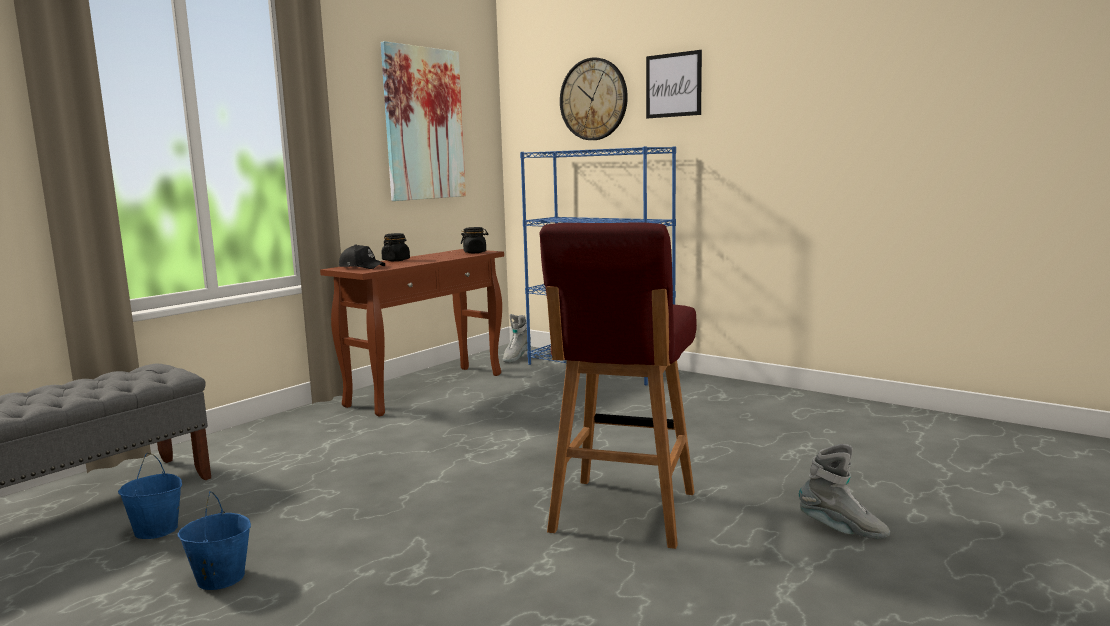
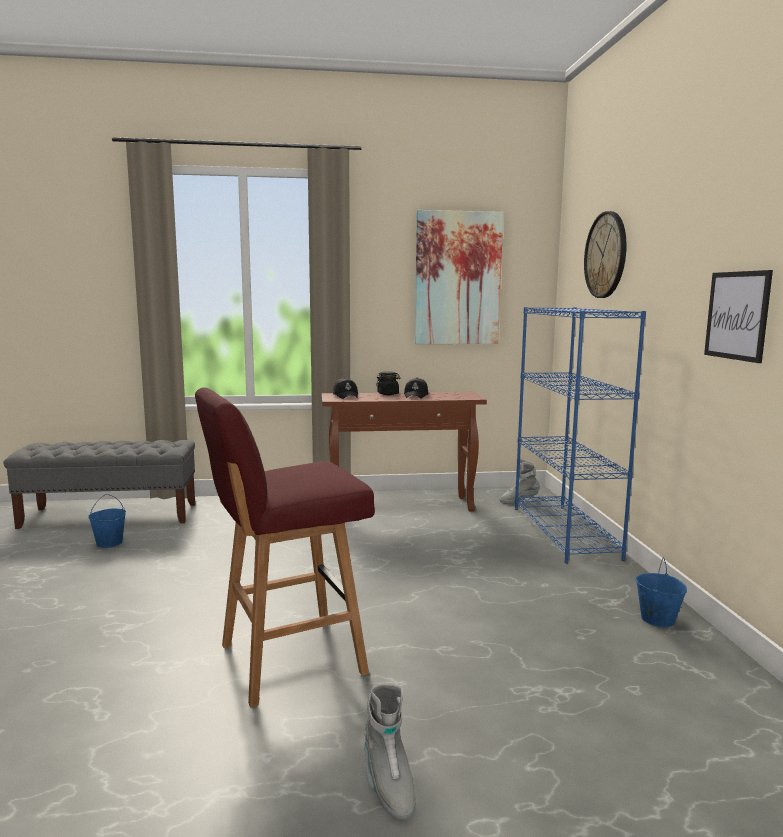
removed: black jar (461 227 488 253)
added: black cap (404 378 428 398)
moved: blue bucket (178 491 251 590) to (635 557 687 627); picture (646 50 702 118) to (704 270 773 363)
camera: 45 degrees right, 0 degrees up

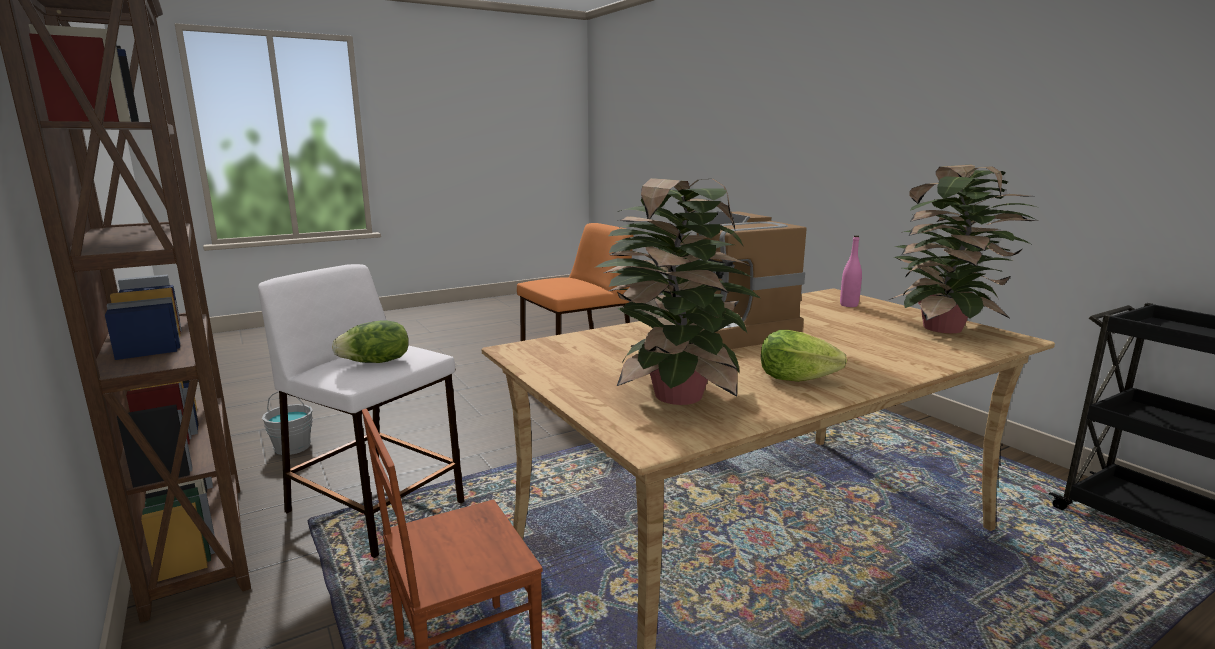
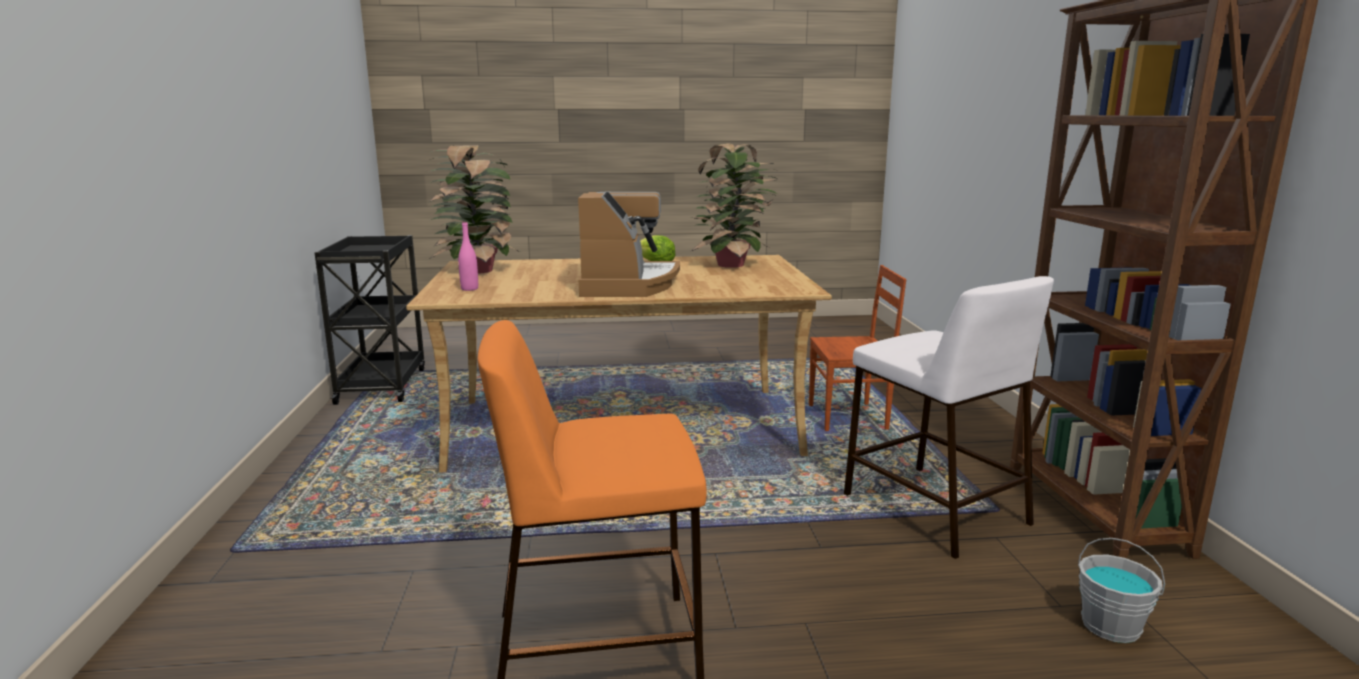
removed: lettuce (332 320 409 363)
camera: 155 degrees left, 0 degrees up

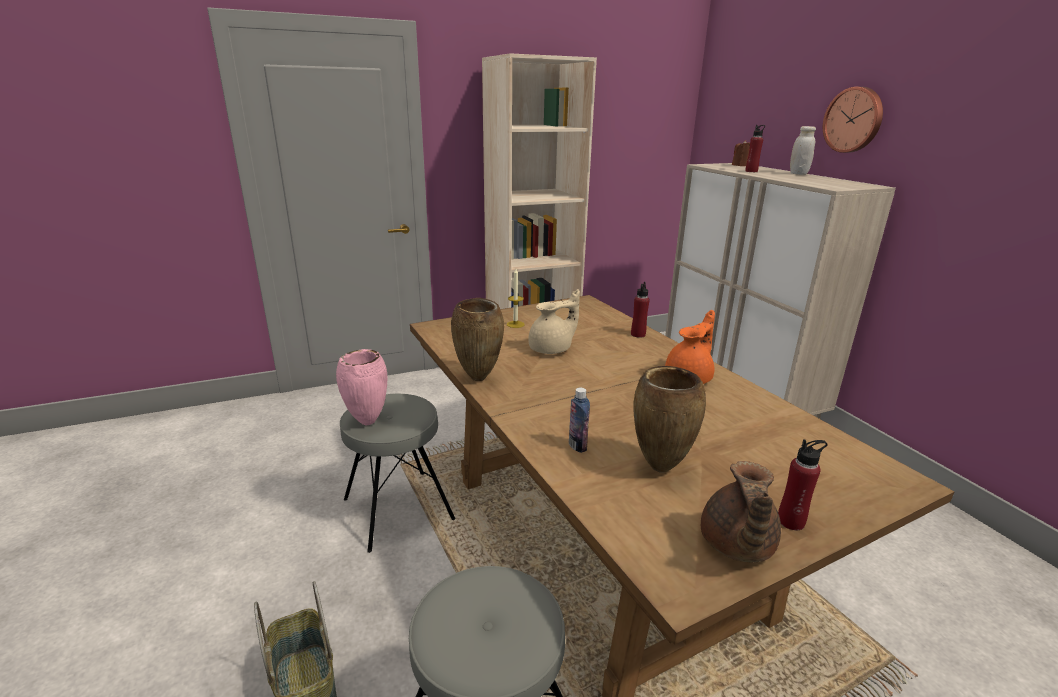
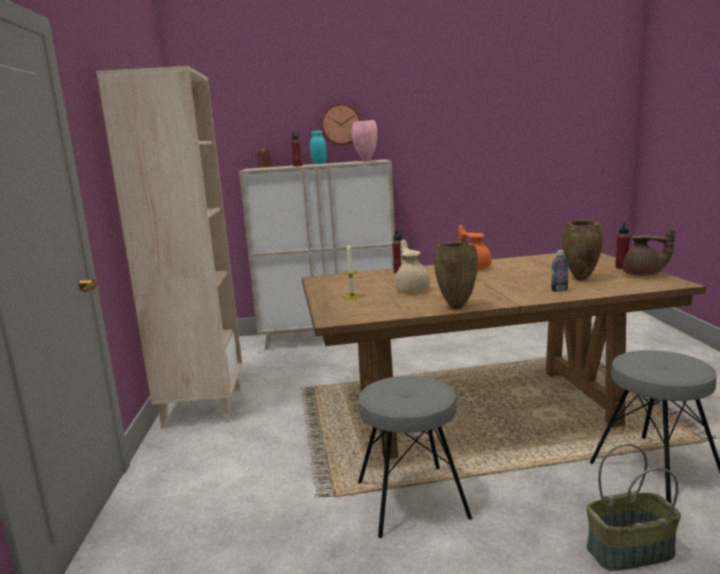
moved: pink vase (336 349 387 425) to (351 120 377 162)
recoloured: white jar (790 126 816 175) to turquoise jar (310 131 327 164)
camera: 70 degrees left, 10 degrees down

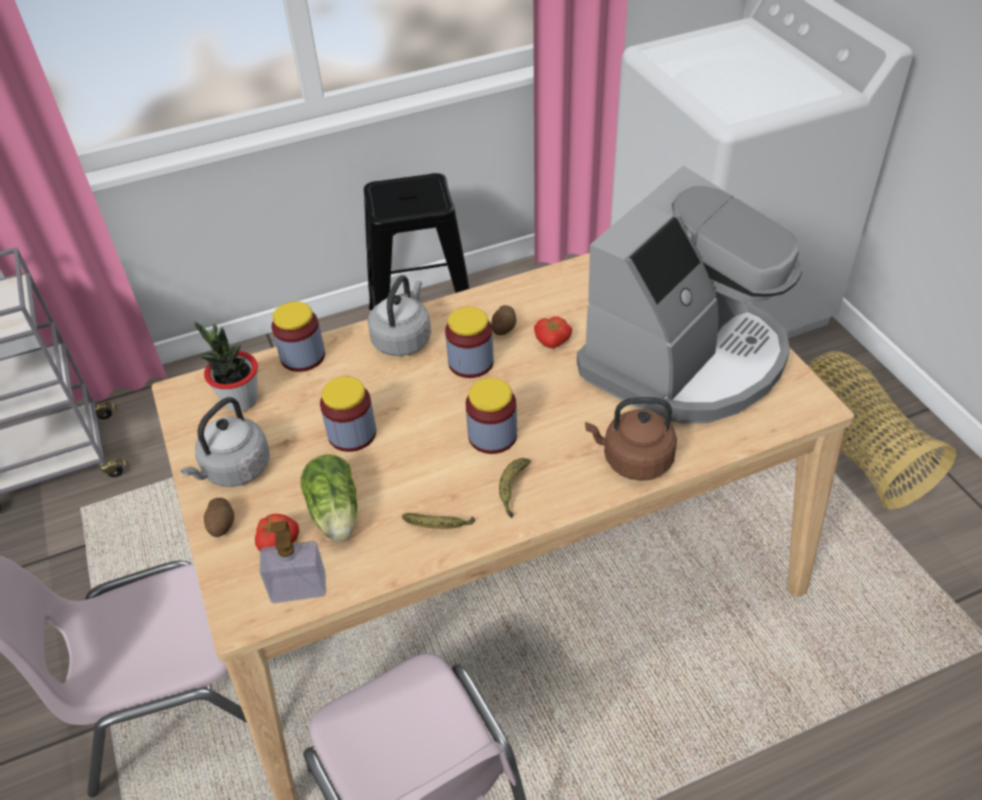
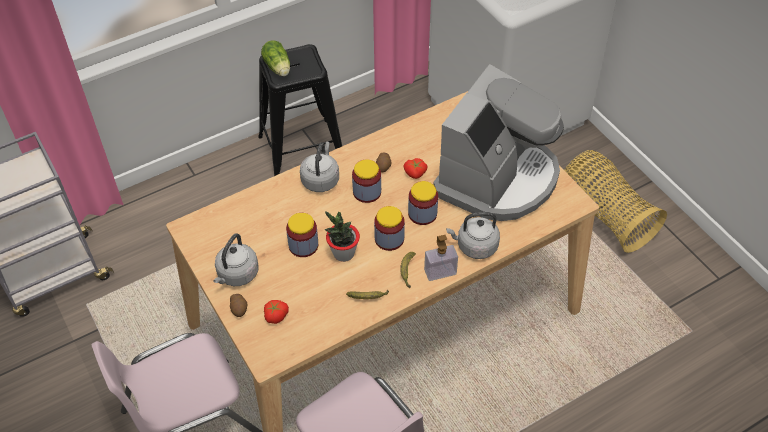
moved: potted plant (194 321 258 412) to (325 211 360 262); soap dispenser (260 521 326 603) to (424 235 458 281); jar (271 301 325 372) to (408 181 438 225); lettuce (301 454 357 541) to (261 40 290 76)
recoloured: brown kettle (585 397 677 481) to grey kettle (446 212 500 259)
camera: 10 degrees left, 5 degrees up

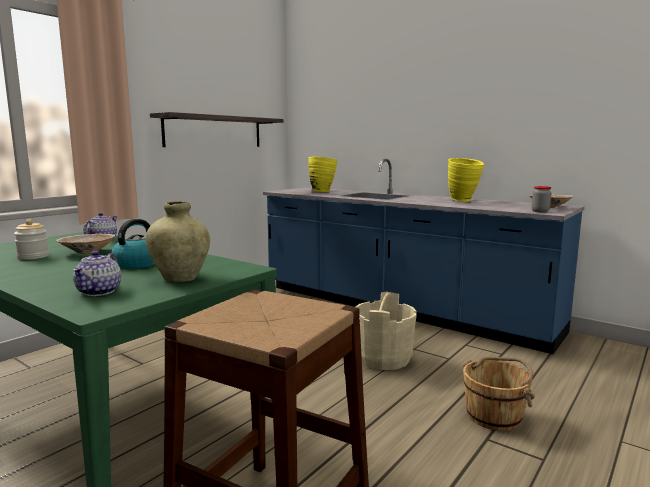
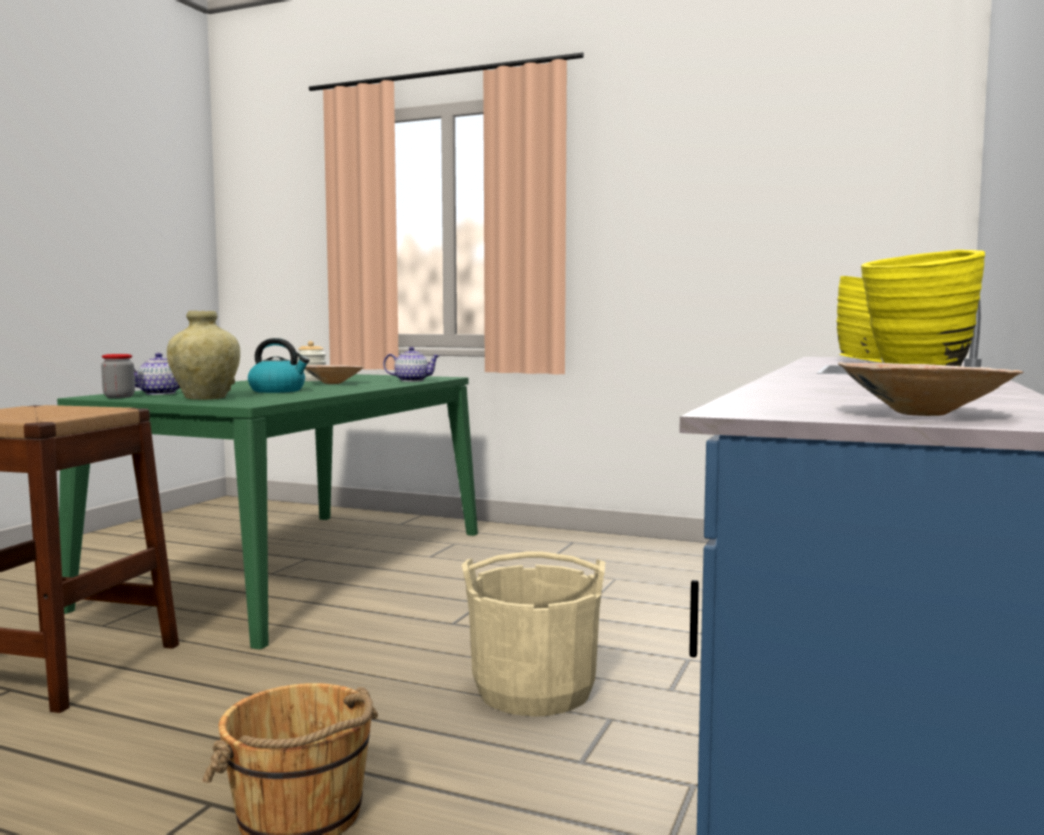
removed: shelf (150 112 283 147)
moved: jar (532 186 552 212) to (101 354 135 398)
camera: 75 degrees right, 5 degrees down

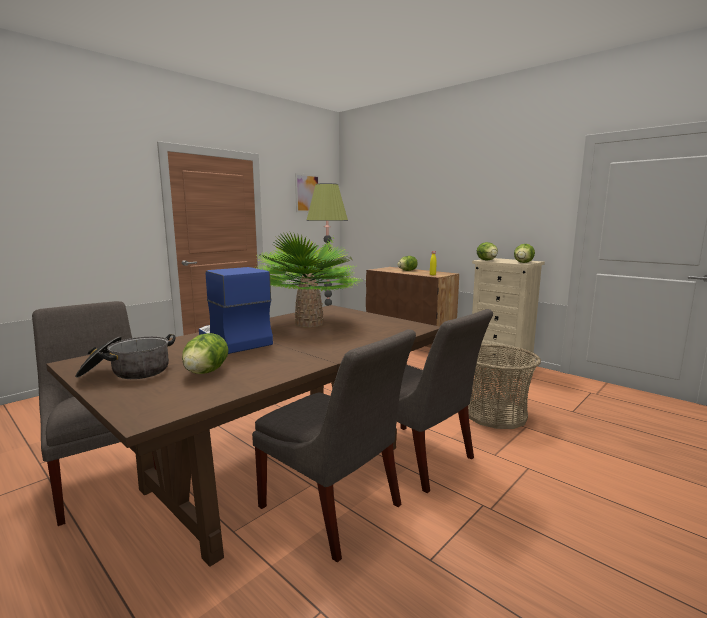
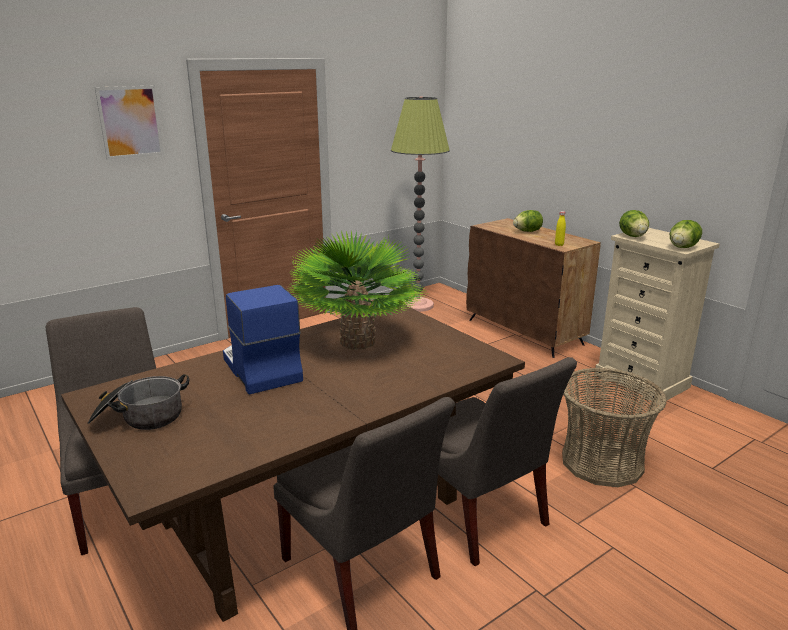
removed: lettuce (182 333 228 374)
moved: picture (295 173 319 212) to (95 86 164 160)
camera: 10 degrees right, 10 degrees up

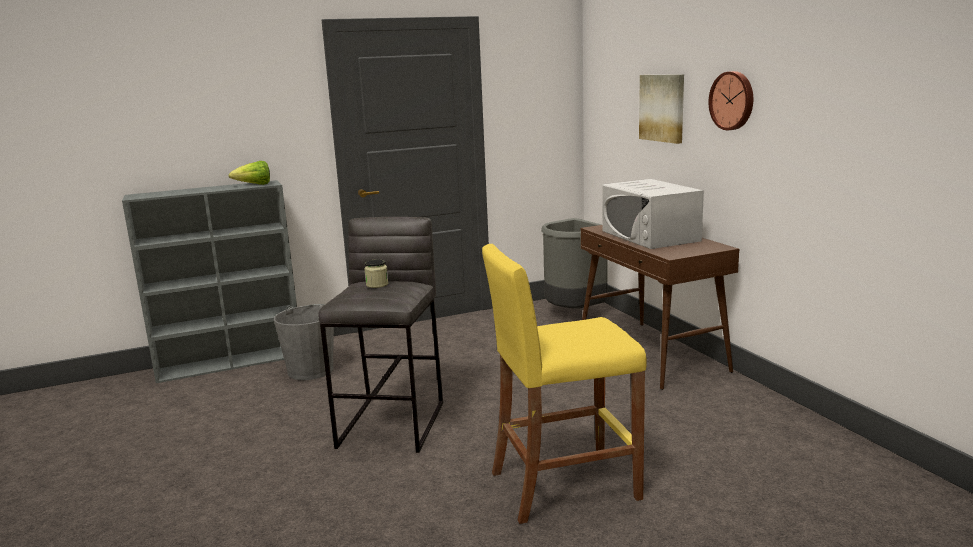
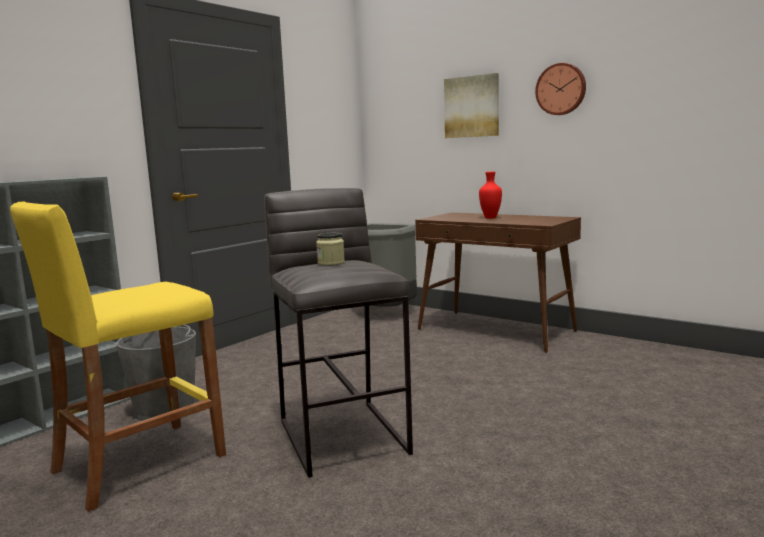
removed: lettuce (229 161 270 185)
moved: yellow stool (482 244 647 524) to (10 202 226 512)
replaced: white microwave (603 179 704 249) to red vase (479 172 502 219)
camera: 30 degrees left, 5 degrees down

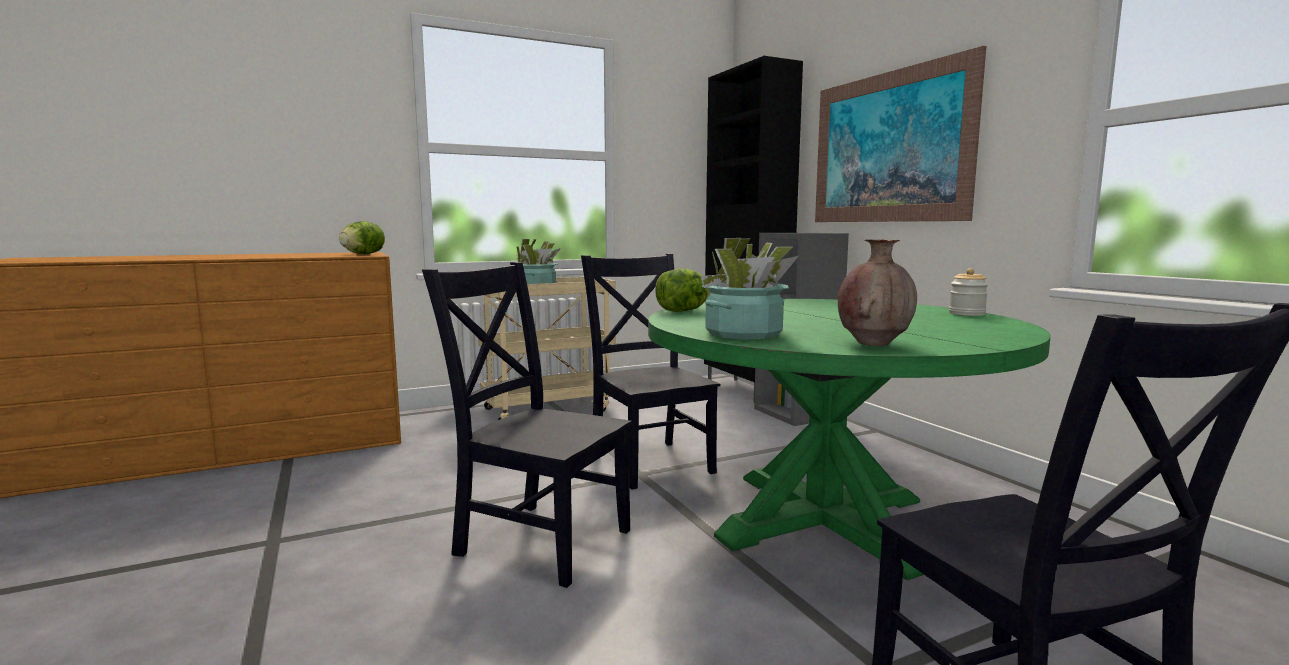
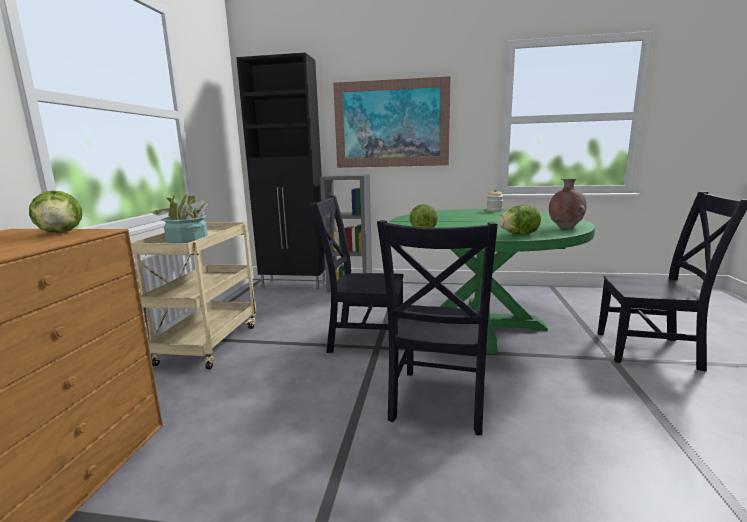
replaced: potted plant (701 238 799 340) to lettuce (498 205 541 234)
turned: black chair (422 262 632 588) = (377 220 498 435) 45 degrees counterclockwise
camera: 55 degrees left, 5 degrees up

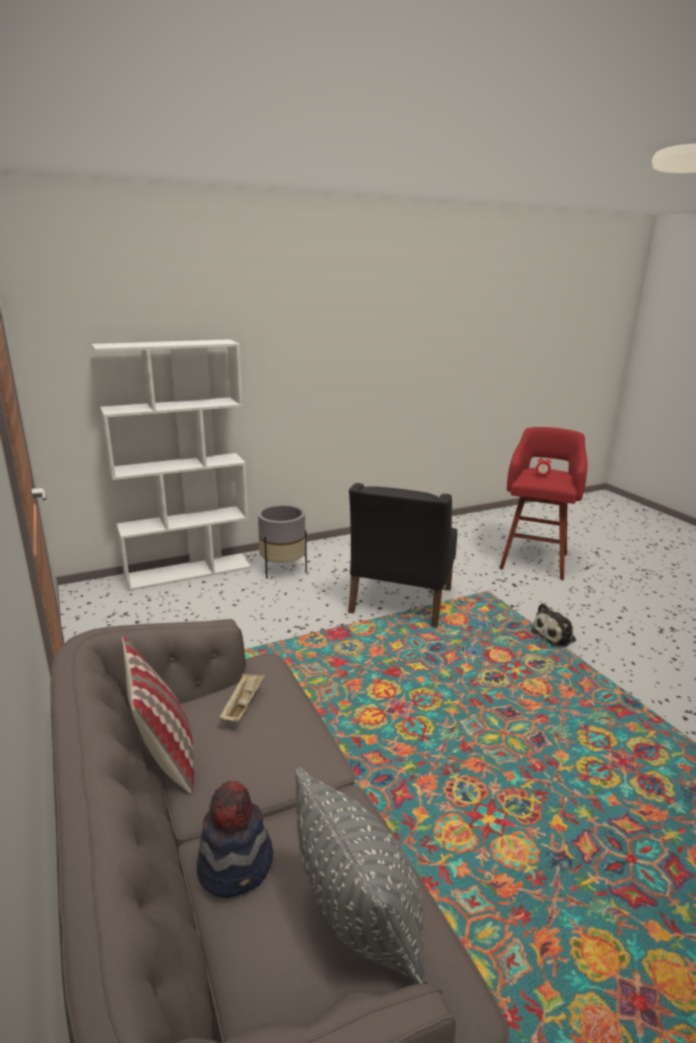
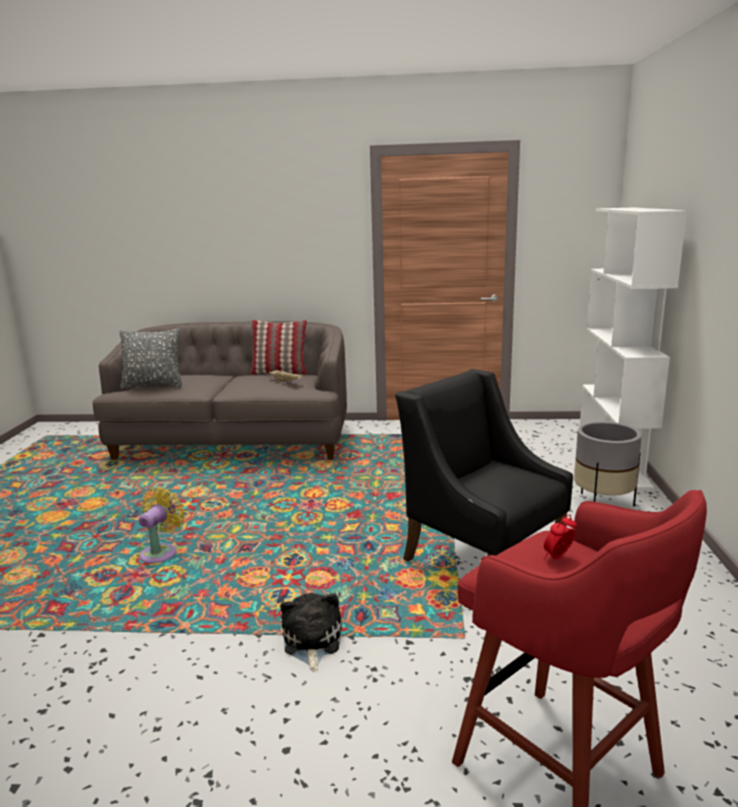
removed: hat (197 781 273 898)
added: yellow fan (139 488 185 563)
camera: 120 degrees right, 5 degrees down

